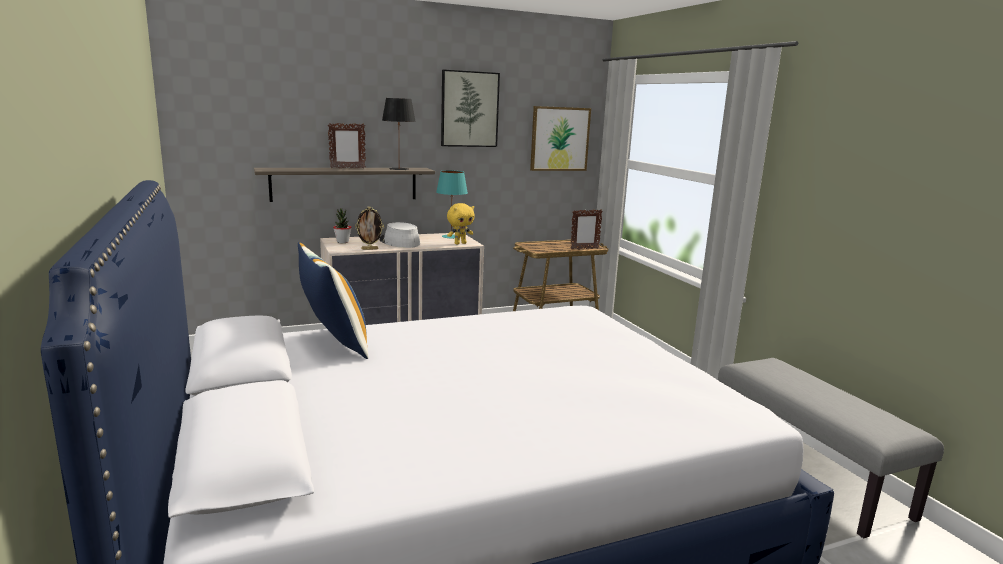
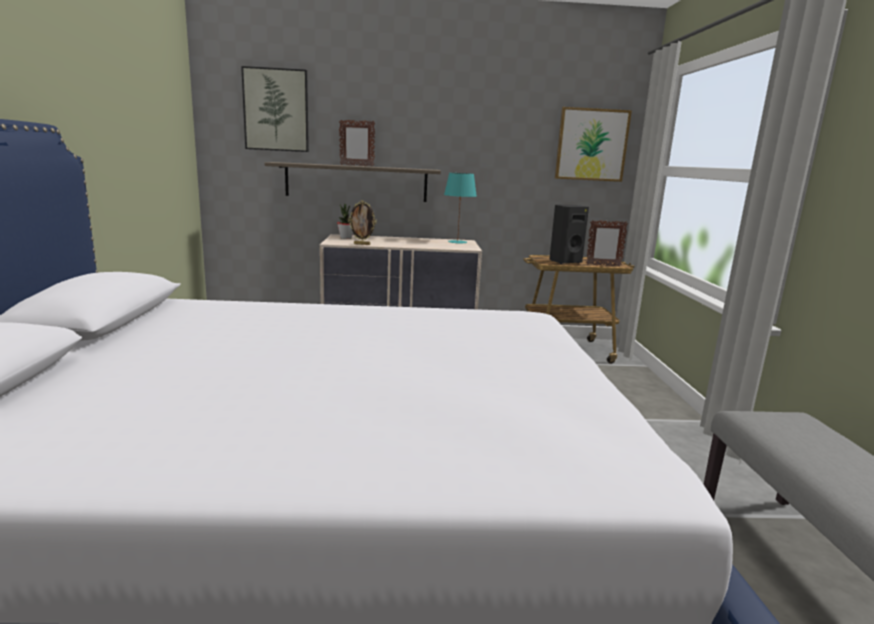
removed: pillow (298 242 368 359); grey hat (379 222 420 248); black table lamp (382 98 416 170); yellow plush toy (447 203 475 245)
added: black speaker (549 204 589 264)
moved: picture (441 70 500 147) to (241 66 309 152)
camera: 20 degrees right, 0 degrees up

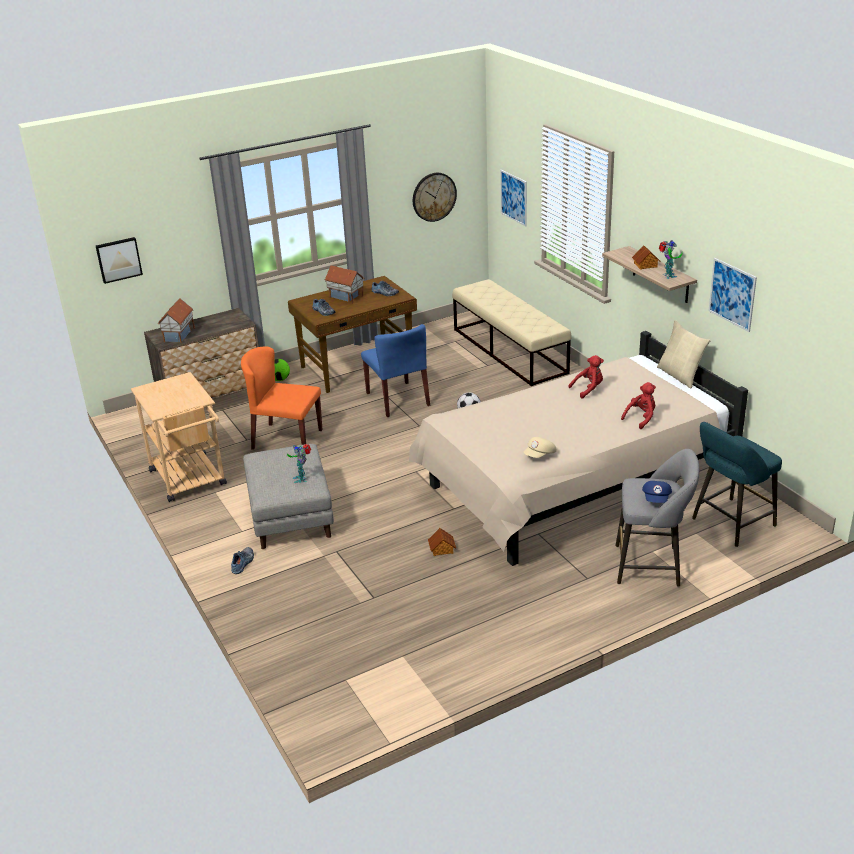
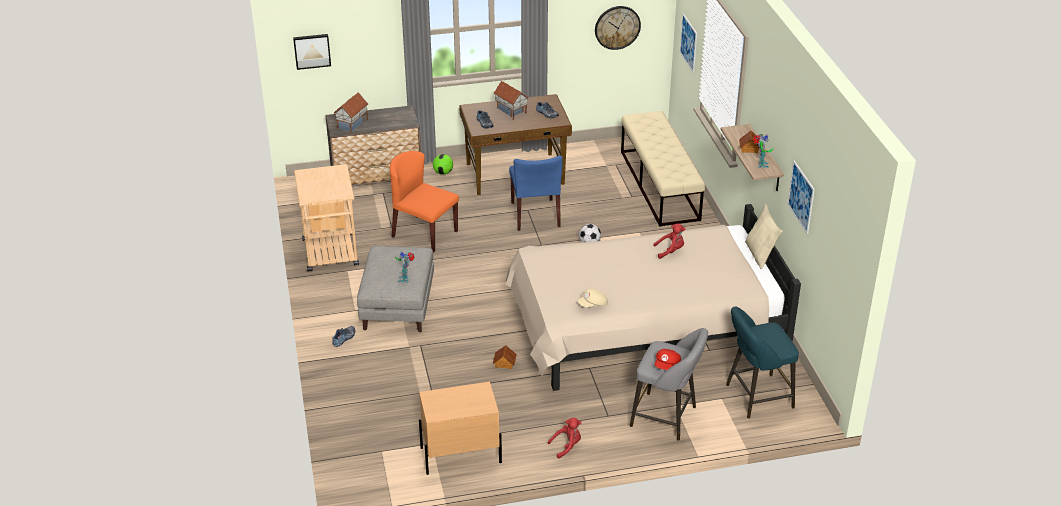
added: beige nightstand (419 382 502 475)
moved: red plush toy (621 382 656 429) to (547 418 581 459)
recoloured: blue cap (642 481 672 503) to red cap (655 349 681 370)
camera: 15 degrees right, 5 degrees up

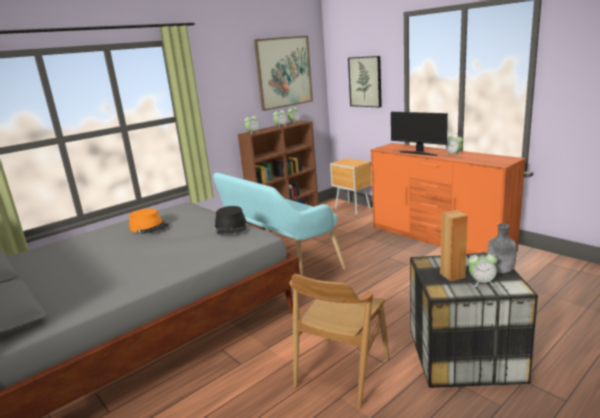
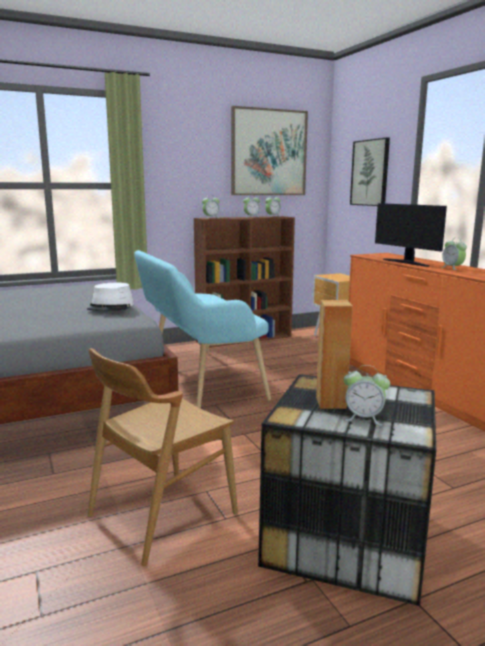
removed: orange hat (129 209 169 234); grey bottle (487 223 517 273)
recoloured: black hat (215 206 247 234) to white hat (87 282 134 311)
camera: 15 degrees right, 5 degrees down

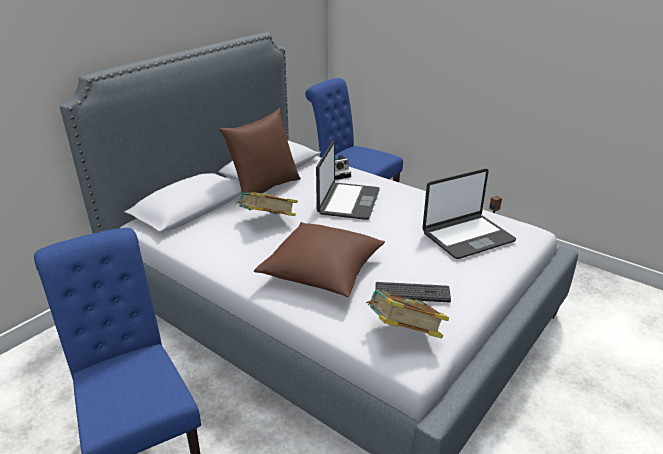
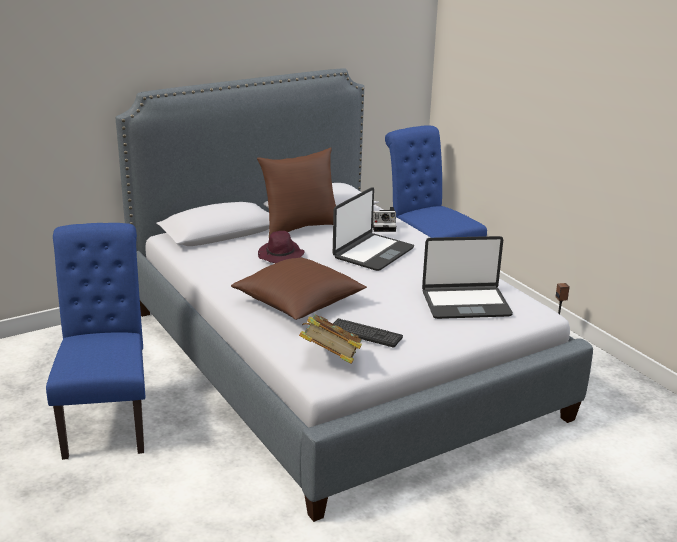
replaced: book (236 192 298 216) to purple hat (258 231 305 263)
camera: 20 degrees right, 5 degrees down

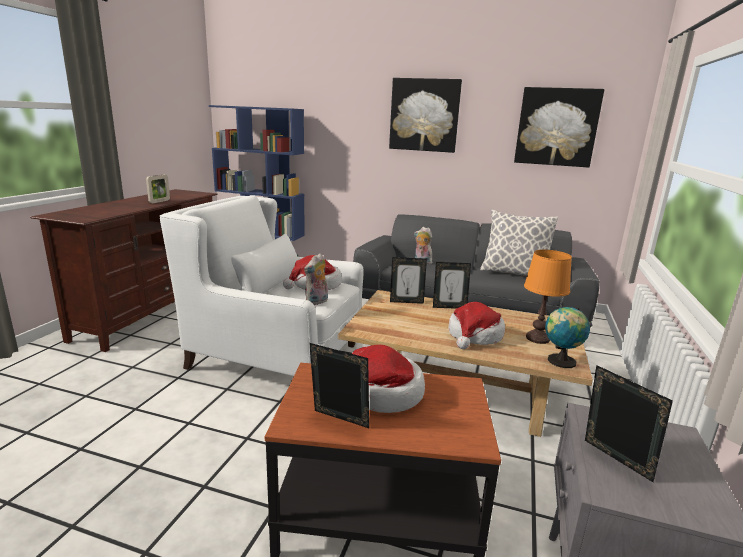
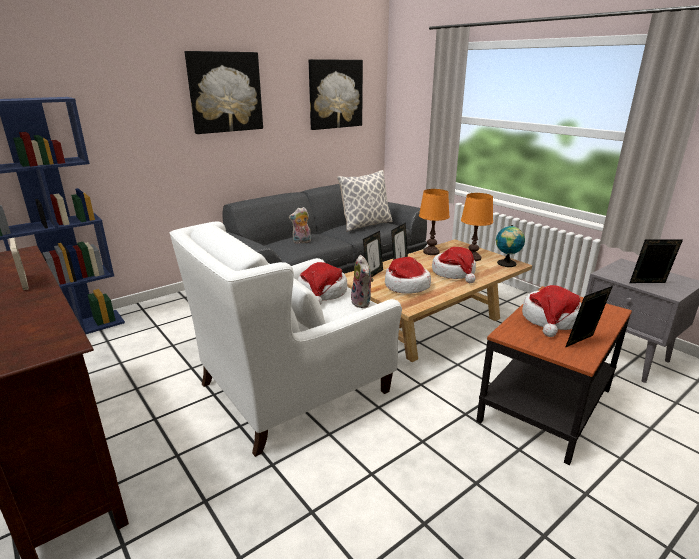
added: hat (385 257 431 294); orange table lamp (419 189 450 255)
camera: 55 degrees left, 5 degrees up

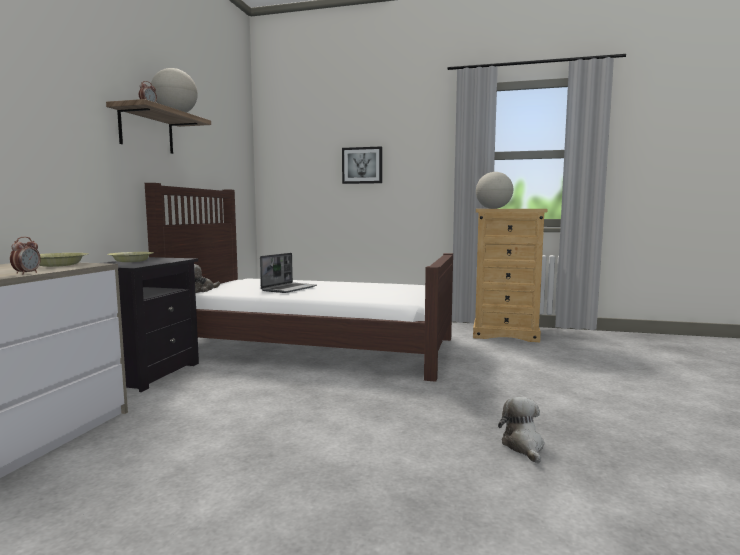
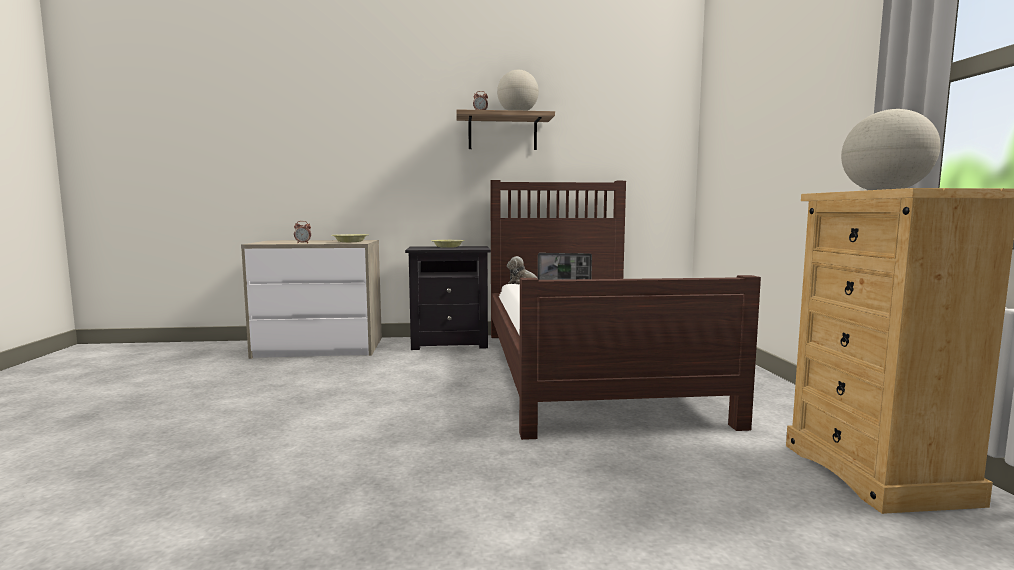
removed: picture (342 146 382 184); plush toy (498 397 544 464)
camera: 70 degrees right, 0 degrees up

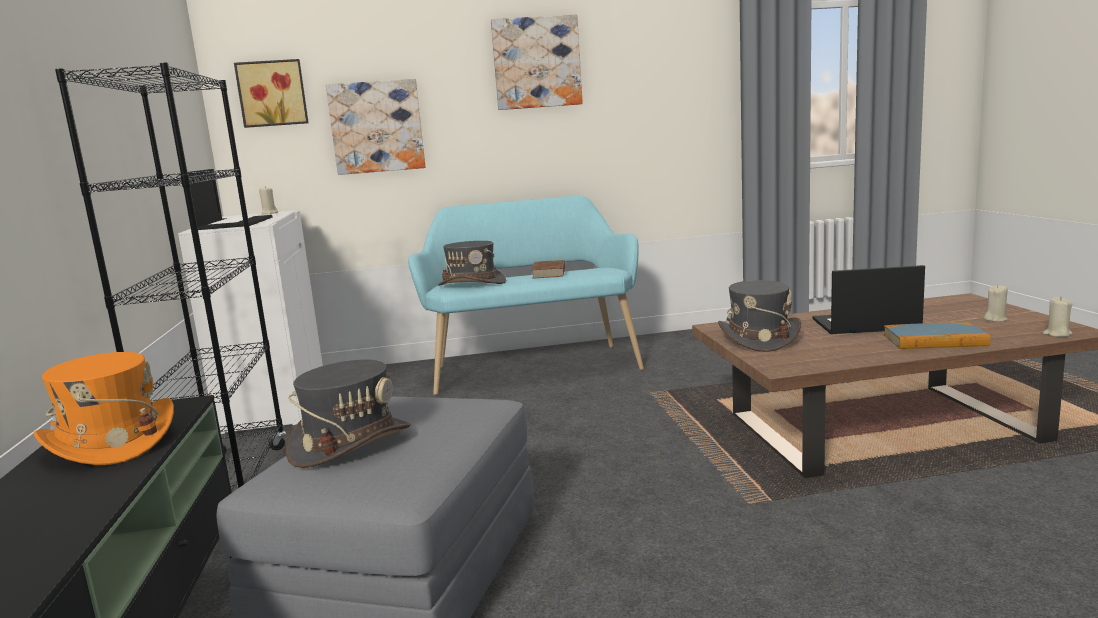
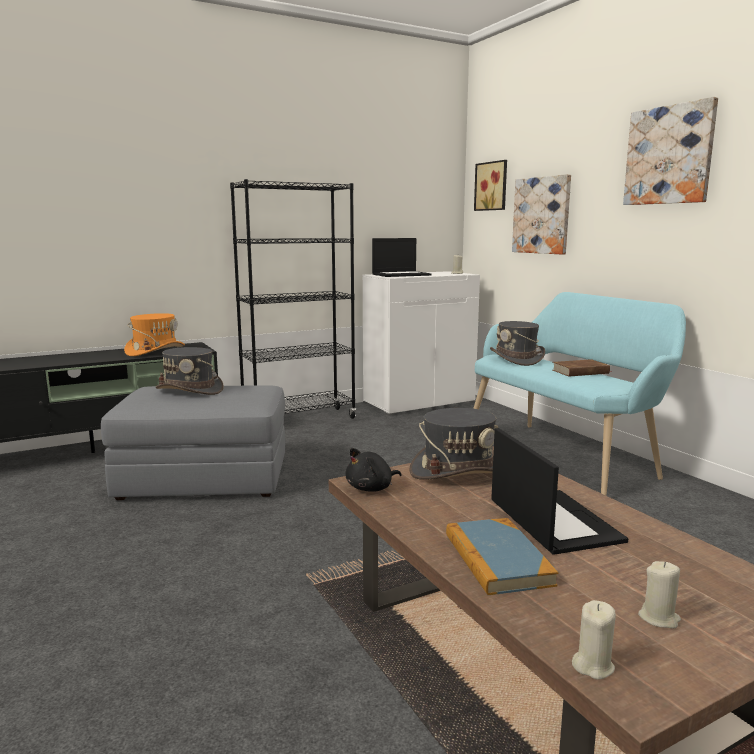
added: black plush toy (345 448 401 492)
camera: 70 degrees right, 0 degrees up

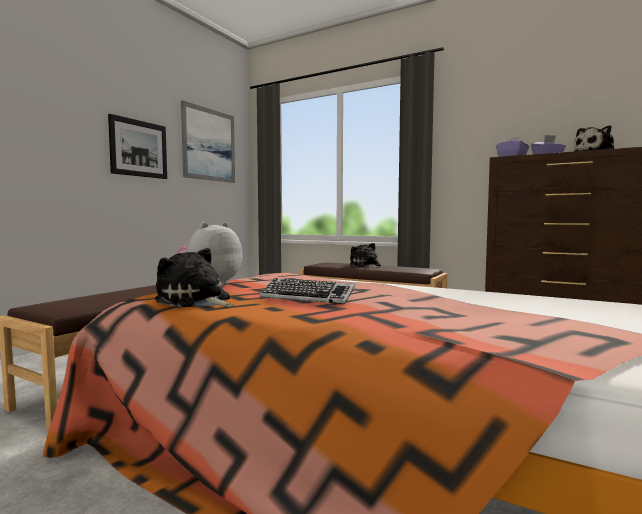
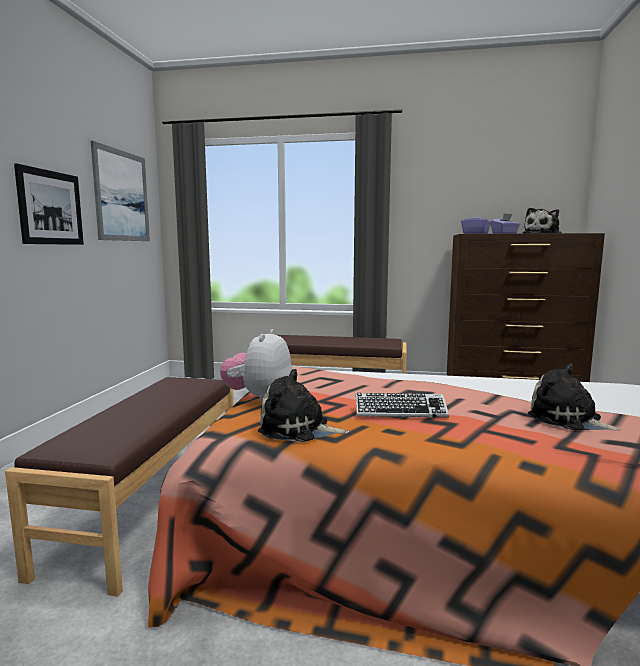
moved: plush toy (350 243 381 268) to (528 364 621 431)
camera: 20 degrees left, 5 degrees up

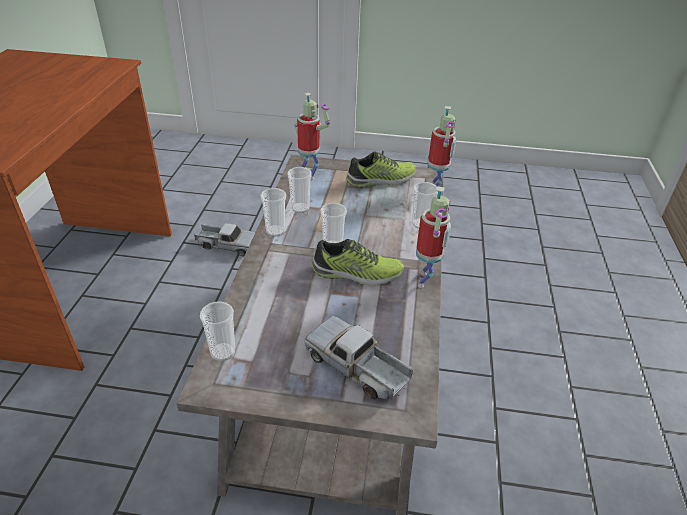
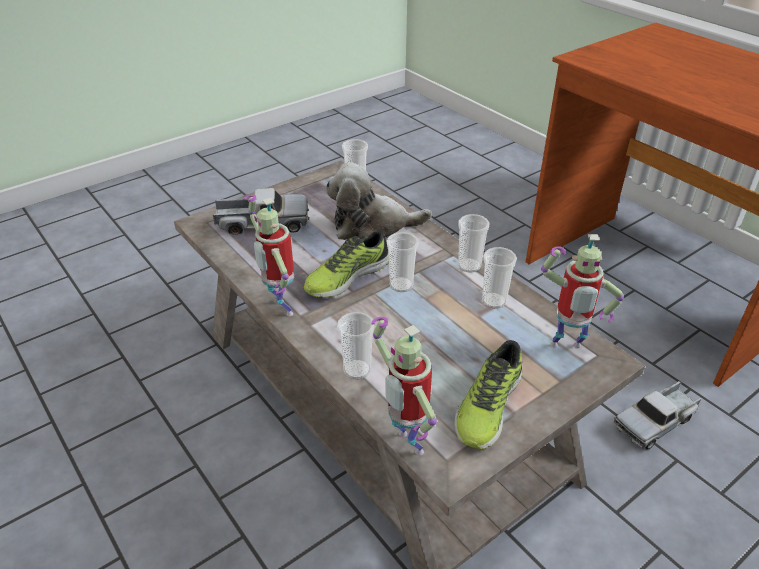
added: plush toy (326 162 432 240)
camera: 135 degrees right, 0 degrees up

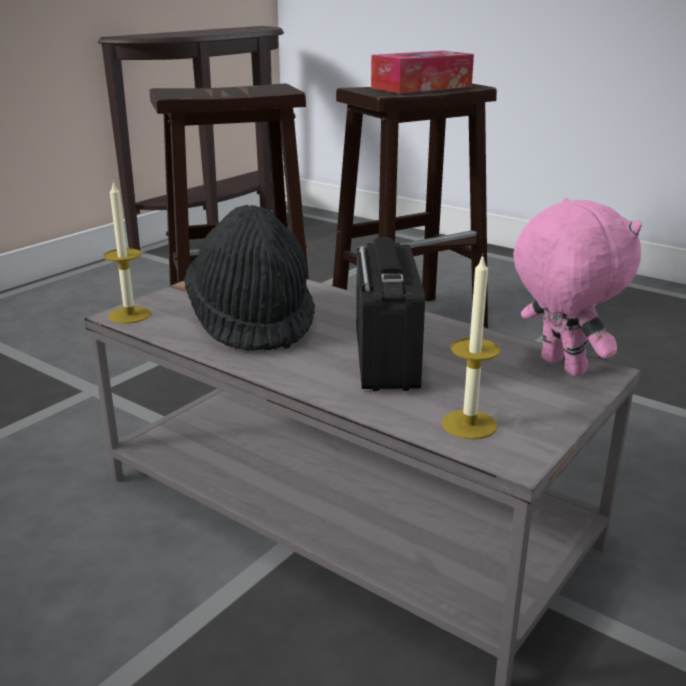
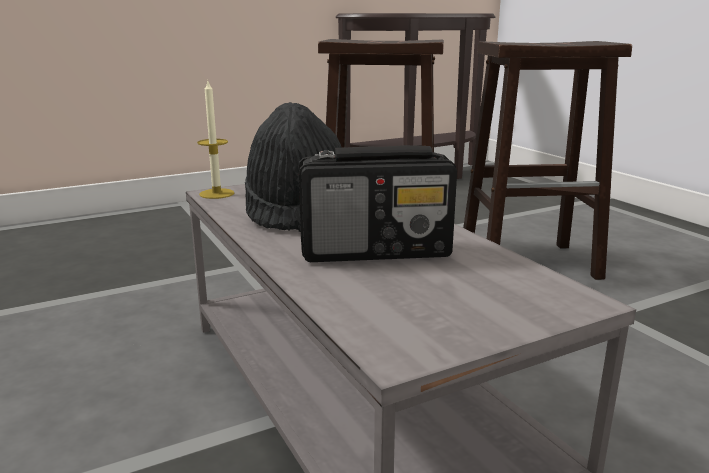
removed: tissue box (371 51 474 94); candle (442 255 500 439); pink plush toy (513 198 642 376)
turned: radio (356 237 425 391) = (299 145 457 262) 60 degrees clockwise
camera: 25 degrees right, 5 degrees down

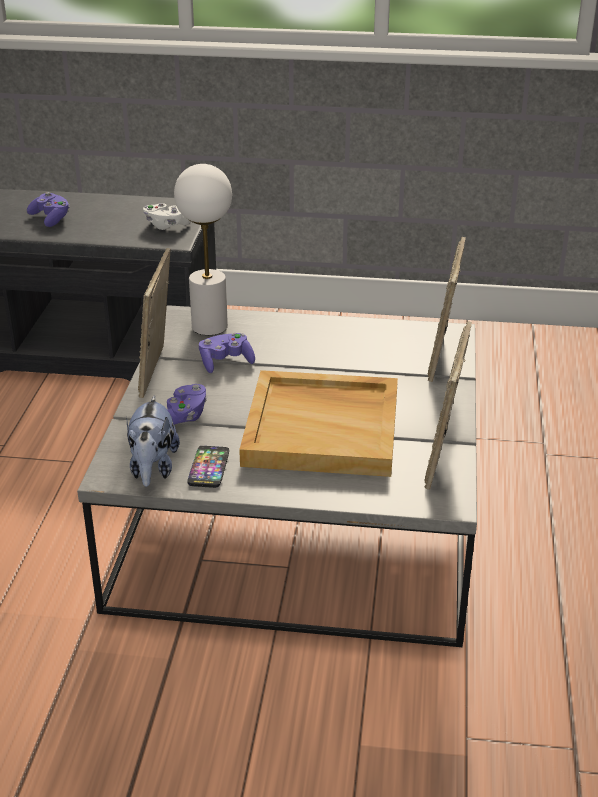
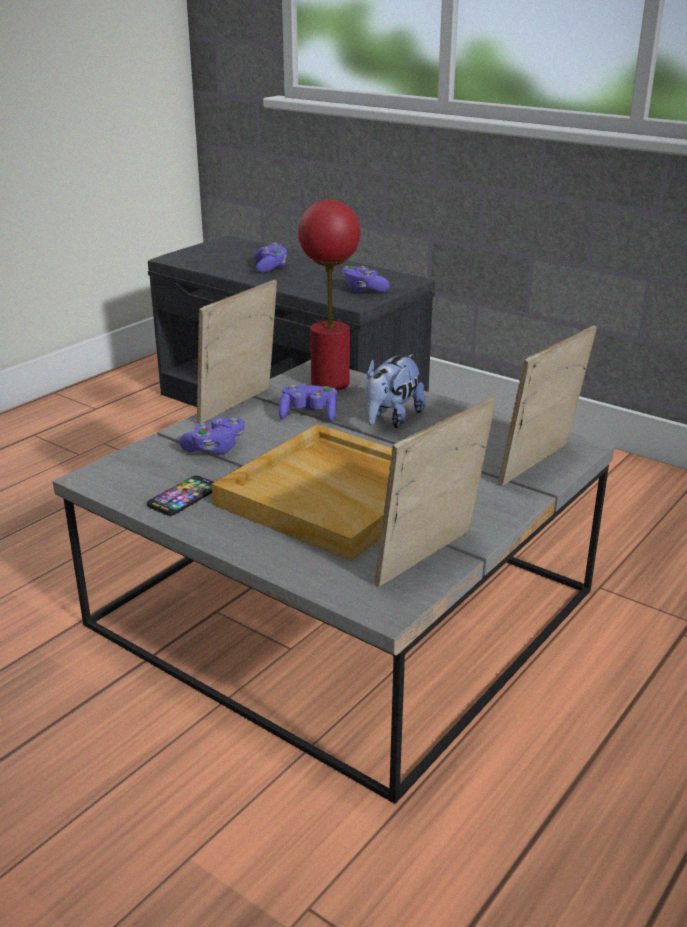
moved: plush toy (127 395 180 487) to (366 354 426 428)
recoloured: white game controller (143 203 191 230) to purple game controller (342 266 390 292); white table lamp (174 164 232 335) to red table lamp (298 199 361 390)
camera: 30 degrees right, 5 degrees down

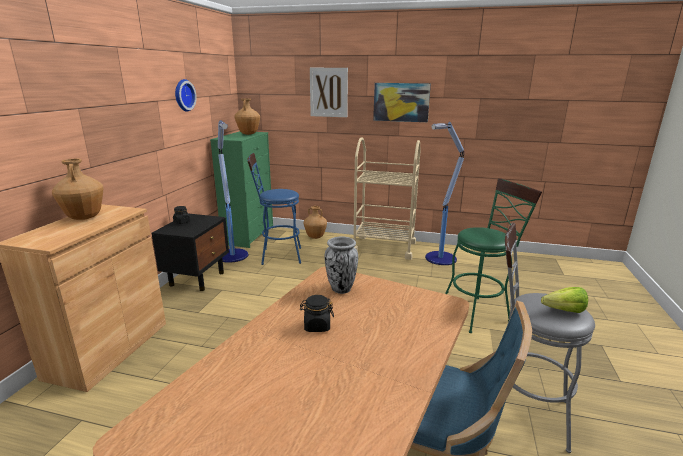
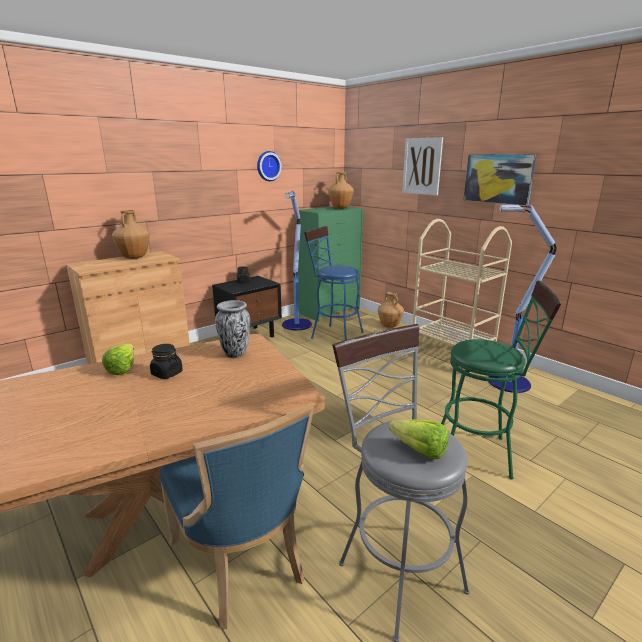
added: lettuce (102 344 134 375)
camera: 35 degrees right, 0 degrees up

